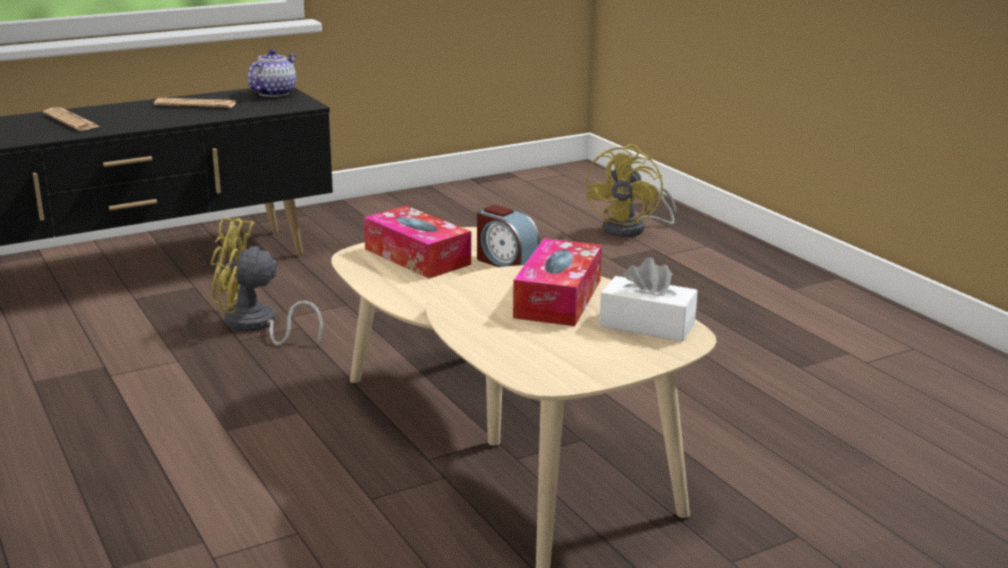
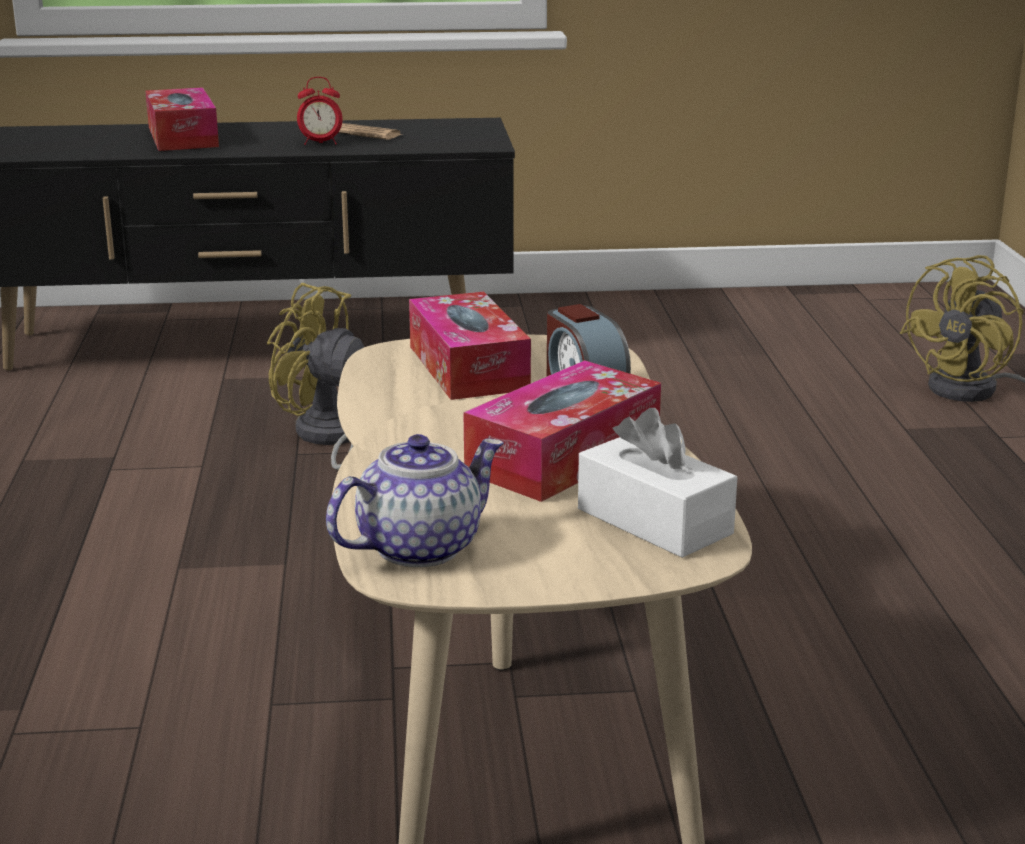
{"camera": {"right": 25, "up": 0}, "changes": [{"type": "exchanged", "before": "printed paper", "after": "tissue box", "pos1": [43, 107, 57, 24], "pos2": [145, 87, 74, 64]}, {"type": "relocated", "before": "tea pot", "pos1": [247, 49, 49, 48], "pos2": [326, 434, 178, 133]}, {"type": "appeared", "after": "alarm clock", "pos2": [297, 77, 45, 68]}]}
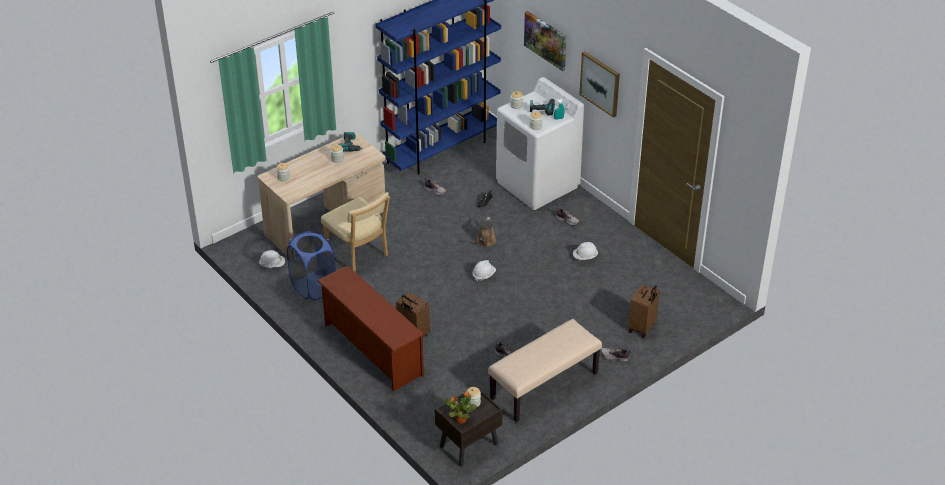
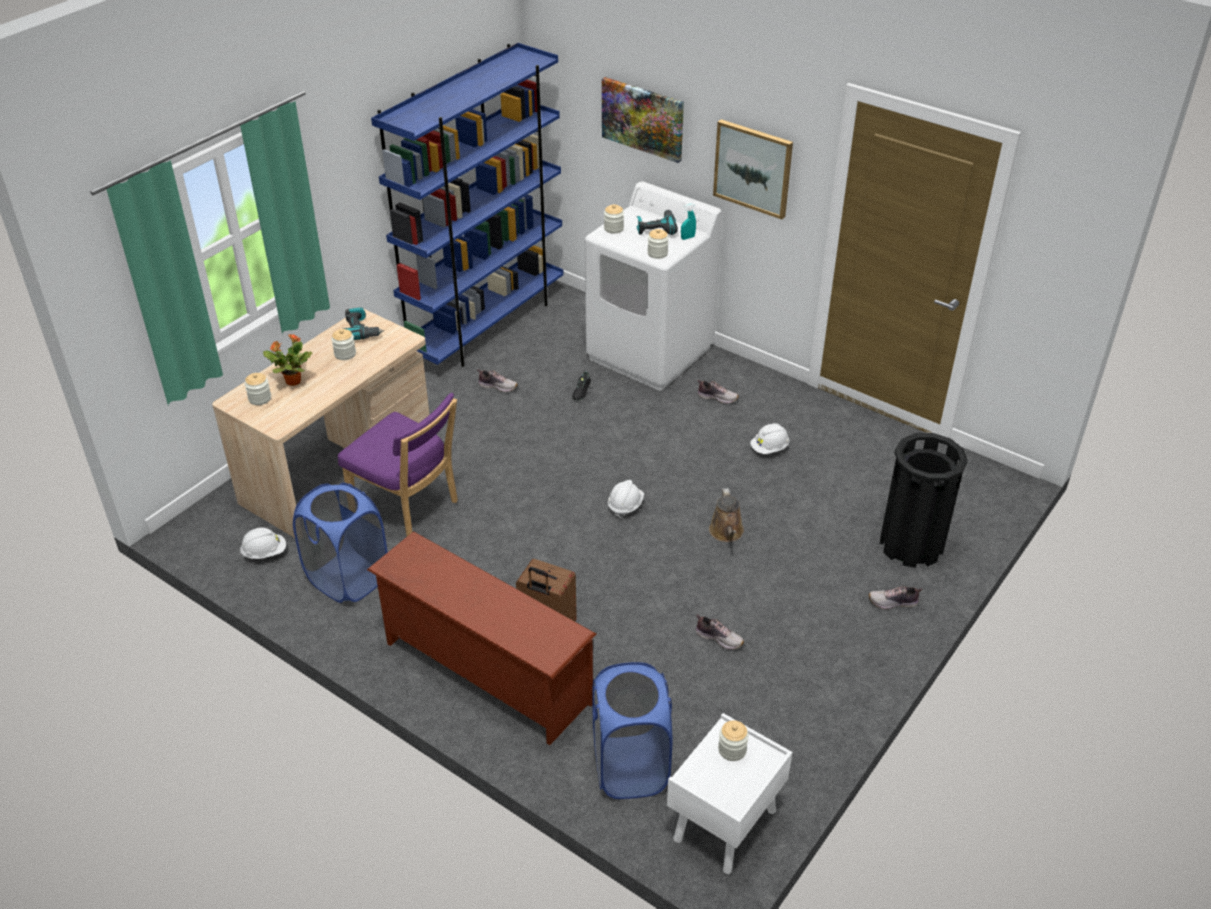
{"camera": {"right": -15, "up": 0}, "changes": [{"type": "colour", "before": "plain chair (beige)", "after": "plain chair (purplish)", "pos1": [321, 192, 69, 80], "pos2": [338, 393, 120, 143]}, {"type": "colour", "before": "nightstand (brownish)", "after": "nightstand (whitish)", "pos1": [435, 385, 68, 82], "pos2": [667, 713, 125, 161]}, {"type": "relocated", "before": "plant in a pot", "pos1": [445, 392, 32, 32], "pos2": [263, 334, 50, 52]}, {"type": "relocated", "before": "watering pot (brownish)", "pos1": [476, 217, 21, 30], "pos2": [709, 488, 35, 54]}, {"type": "missing", "before": "long seat (beige)", "pos1": [488, 319, 114, 103]}, {"type": "exchanged", "before": "piece of luggage (brownish)", "after": "waste bin (black)", "pos1": [628, 284, 32, 54], "pos2": [880, 433, 88, 135]}, {"type": "appeared", "after": "hamper (blue)", "pos2": [592, 662, 80, 137]}]}
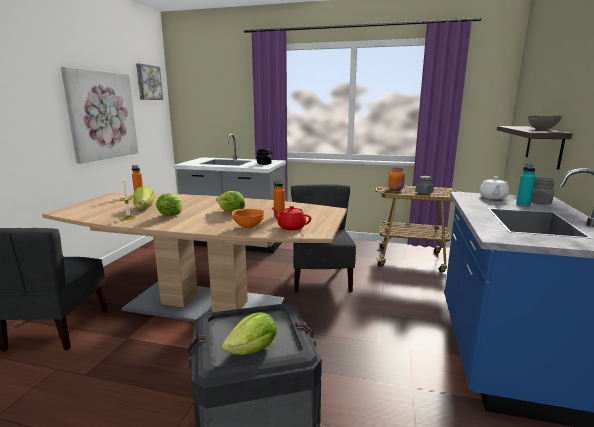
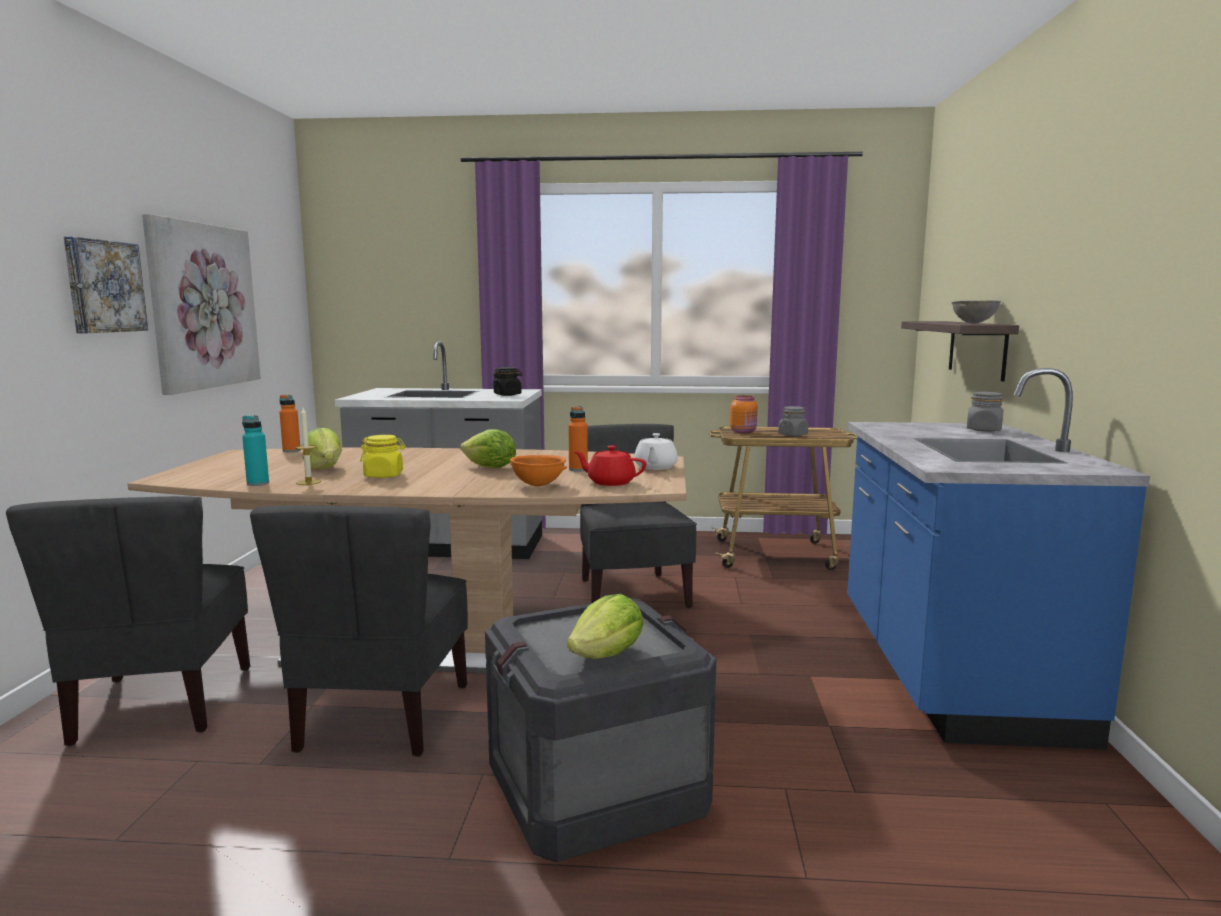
{"camera": {"right": -10, "up": -5}, "changes": [{"type": "relocated", "before": "wall art", "pos1": [136, 63, 27, 37], "pos2": [64, 237, 84, 96]}, {"type": "exchanged", "before": "lettuce head", "after": "storage jar (yellowish)", "pos1": [156, 193, 26, 23], "pos2": [360, 435, 46, 43]}, {"type": "relocated", "before": "tea pot (whitish)", "pos1": [479, 177, 30, 22], "pos2": [634, 433, 44, 37]}, {"type": "relocated", "before": "bottle (turquoise)", "pos1": [516, 164, 20, 43], "pos2": [242, 415, 27, 71]}, {"type": "appeared", "after": "plain chair (gray)", "pos2": [250, 506, 218, 251]}]}
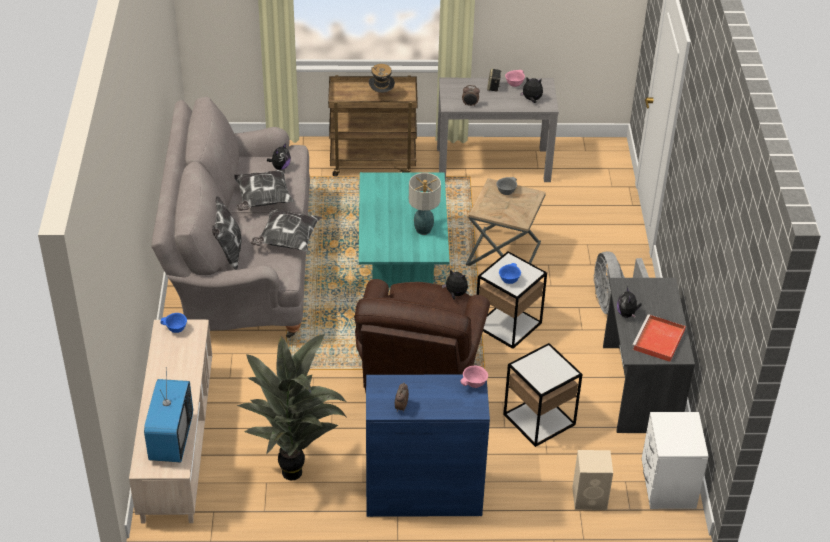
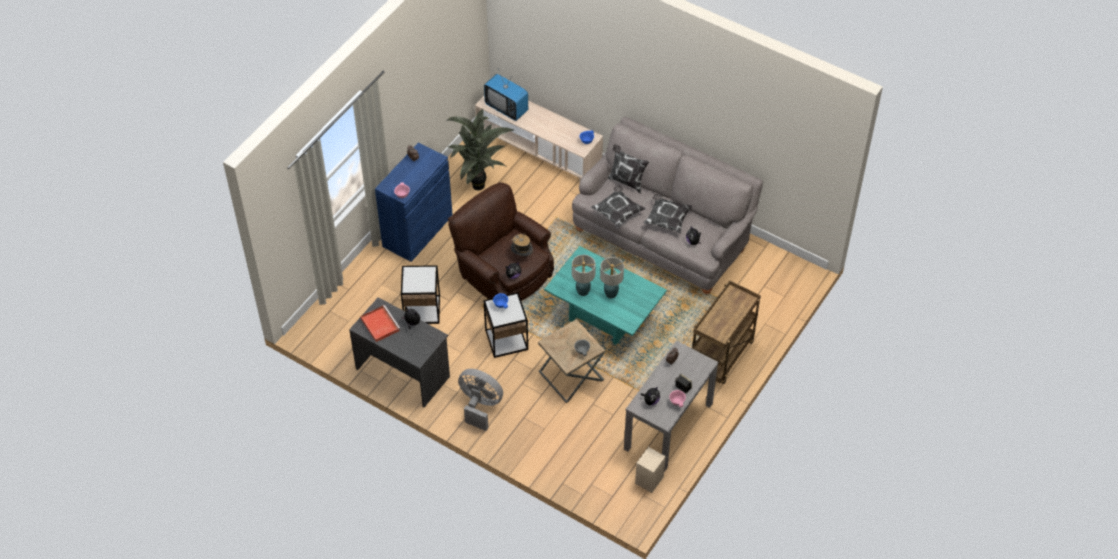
{"camera": {"right": 125, "up": 10}, "changes": [{"type": "relocated", "before": "hat", "pos1": [369, 64, 26, 29], "pos2": [511, 233, 22, 24]}, {"type": "relocated", "before": "loudspeaker (beige)", "pos1": [572, 450, 41, 60], "pos2": [635, 447, 31, 46]}, {"type": "missing", "before": "nightstand (whitish)", "pos1": [642, 412, 67, 97]}, {"type": "appeared", "after": "tabletop lamp", "pos2": [600, 257, 24, 42]}]}
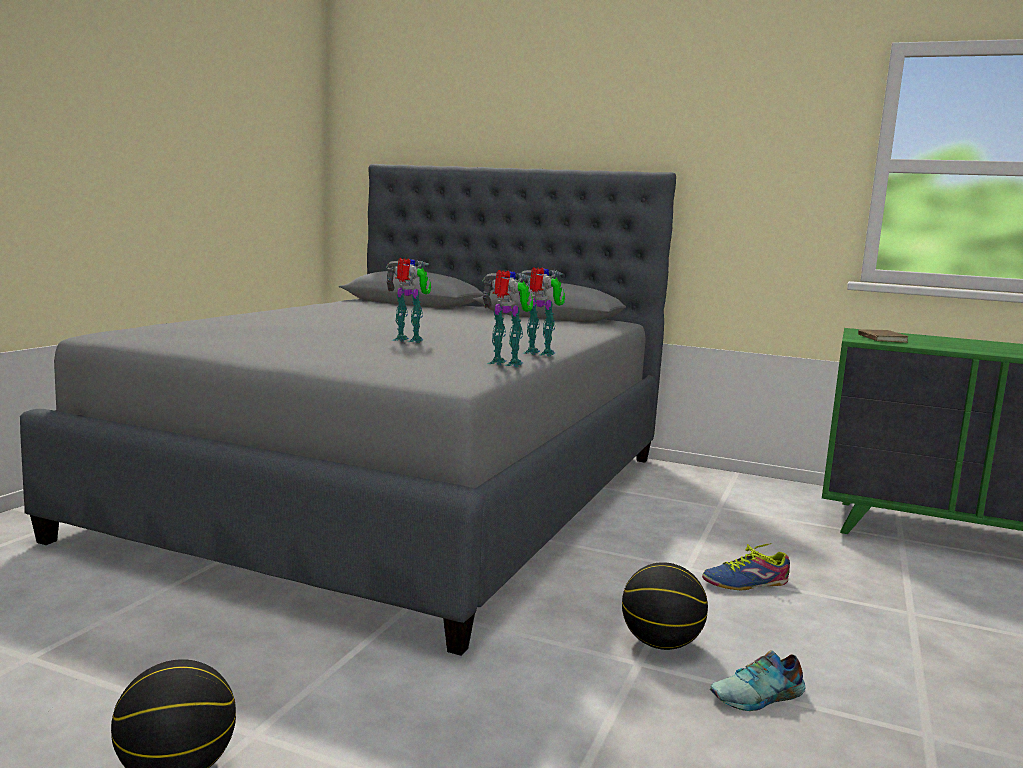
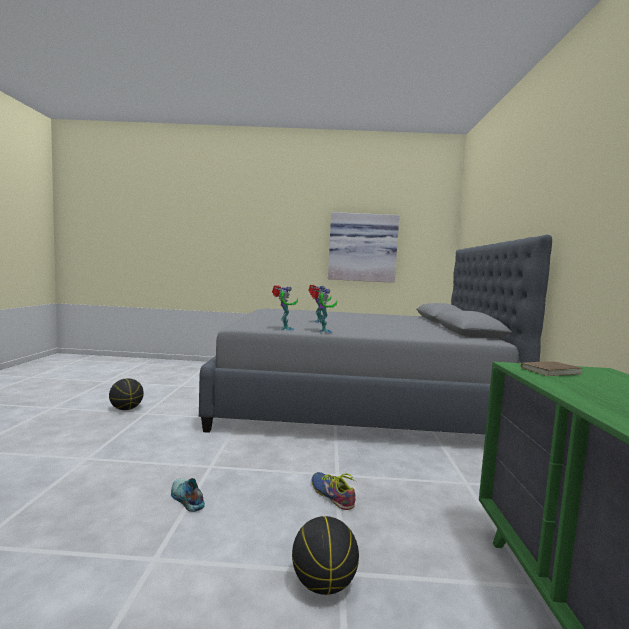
{"camera": {"right": 70, "up": -5}, "changes": [{"type": "relocated", "before": "basketball ball", "pos1": [622, 562, 86, 88], "pos2": [292, 516, 67, 79]}, {"type": "appeared", "after": "wall art", "pos2": [328, 212, 71, 71]}]}
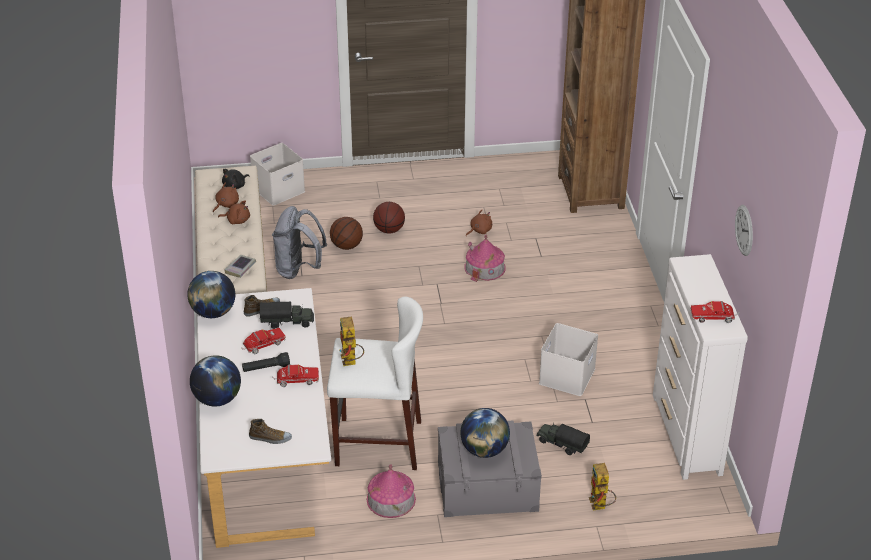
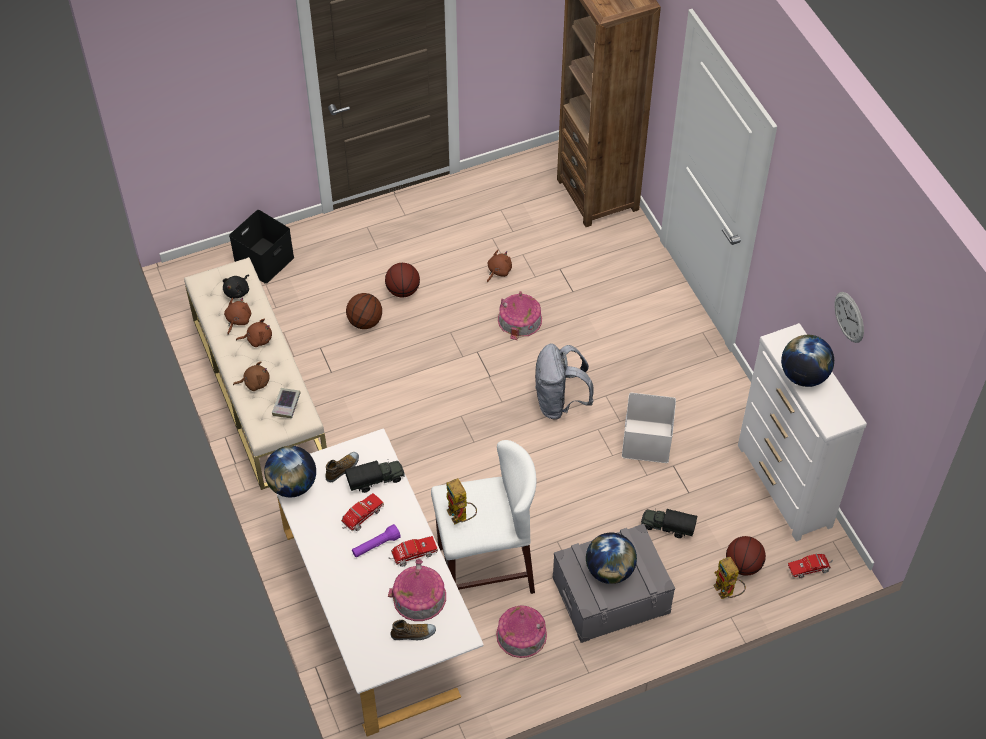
{"camera": {"right": -15, "up": 15}, "changes": [{"type": "relocated", "before": "globe", "pos1": [190, 355, 51, 51], "pos2": [781, 335, 53, 52]}, {"type": "colour", "before": "flashlight (black)", "after": "flashlight (purplish)", "pos1": [242, 352, 48, 20], "pos2": [352, 524, 49, 33]}, {"type": "colour", "before": "storage container (whitish)", "after": "storage container (black)", "pos1": [250, 143, 55, 63], "pos2": [229, 210, 65, 74]}, {"type": "relocated", "before": "backpack (gray)", "pos1": [272, 206, 55, 73], "pos2": [535, 344, 59, 76]}, {"type": "relocated", "before": "toy lorry", "pos1": [690, 301, 49, 22], "pos2": [787, 553, 46, 25]}, {"type": "appeared", "after": "cuddly toy (brownish)", "pos2": [233, 362, 37, 29]}, {"type": "appeared", "after": "miniature house", "pos2": [388, 559, 58, 62]}, {"type": "appeared", "after": "basketball ball", "pos2": [726, 536, 40, 40]}]}
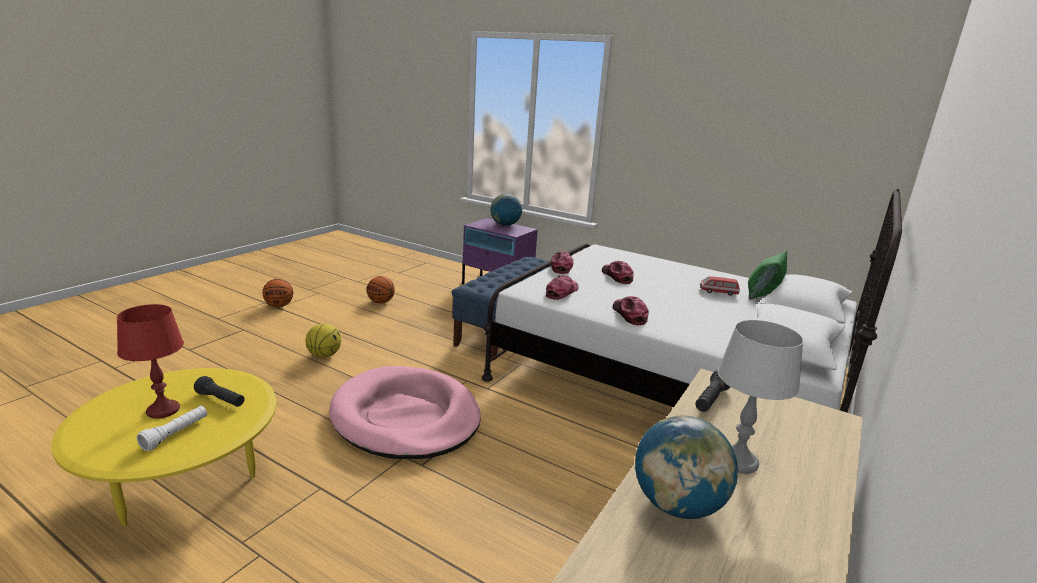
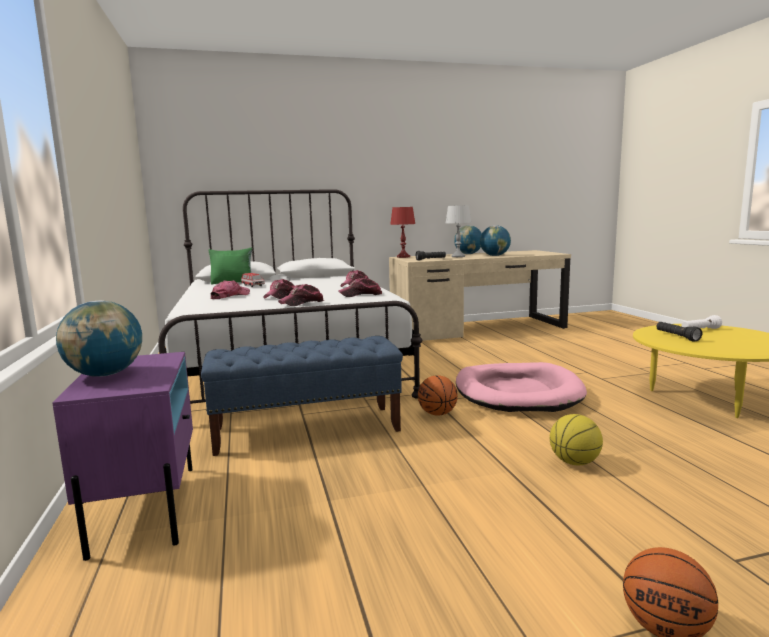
{"camera": {"right": -135, "up": -10}, "changes": [{"type": "relocated", "before": "tabletop lamp (red-coloured)", "pos1": [117, 304, 67, 115], "pos2": [390, 207, 25, 51]}, {"type": "relocated", "before": "basketball ball", "pos1": [367, 276, 28, 27], "pos2": [418, 375, 40, 41]}, {"type": "appeared", "after": "peaked cap", "pos2": [210, 280, 40, 19]}, {"type": "appeared", "after": "globe", "pos2": [454, 225, 28, 29]}]}
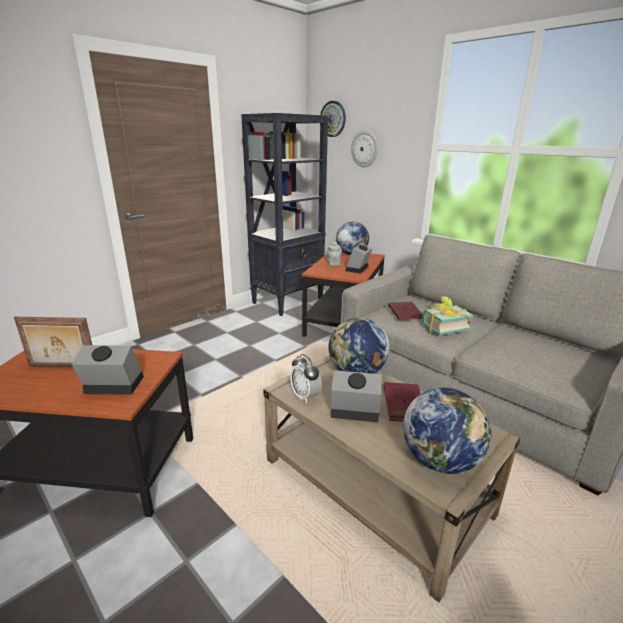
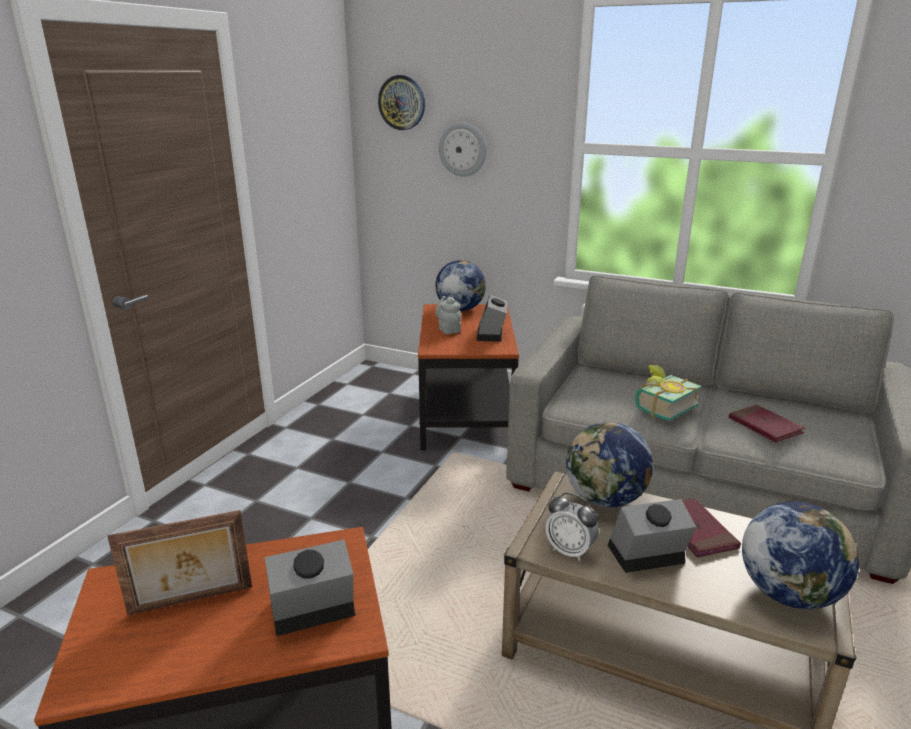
{"camera": {"right": -20, "up": 0}, "changes": [{"type": "missing", "before": "bookshelf (black)", "pos1": [241, 113, 88, 203]}, {"type": "relocated", "before": "bound book (red-coloured)", "pos1": [388, 301, 35, 19], "pos2": [729, 405, 76, 37]}]}
